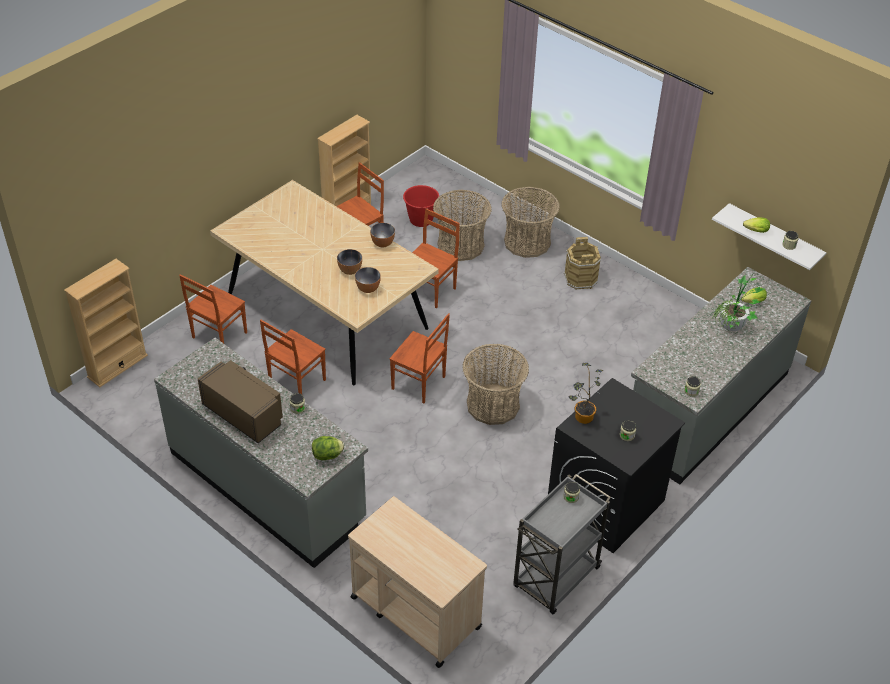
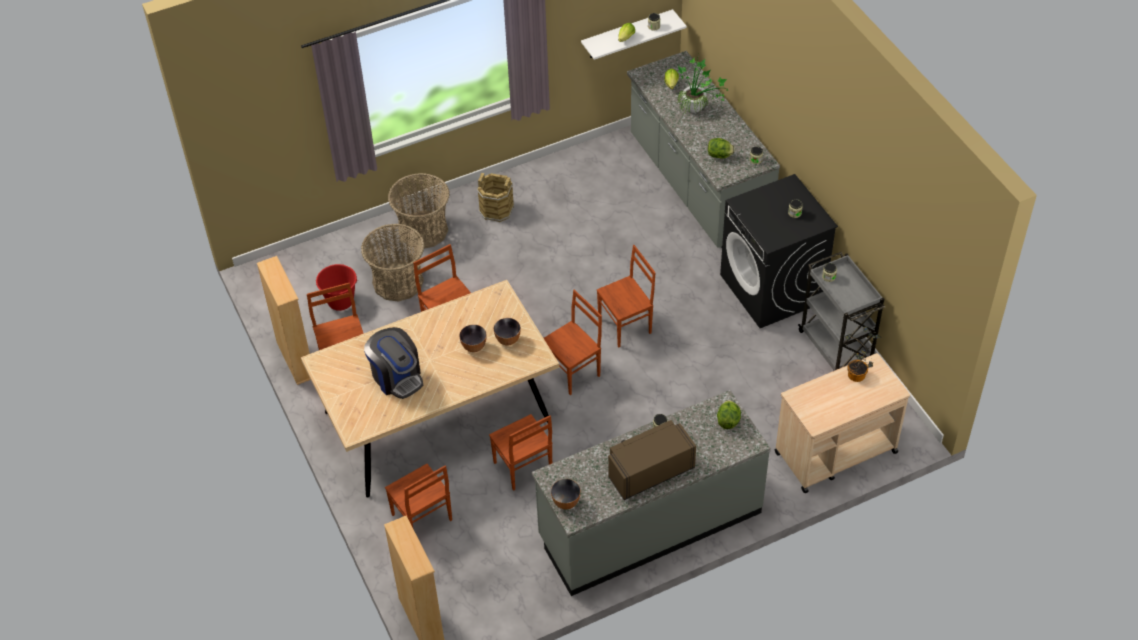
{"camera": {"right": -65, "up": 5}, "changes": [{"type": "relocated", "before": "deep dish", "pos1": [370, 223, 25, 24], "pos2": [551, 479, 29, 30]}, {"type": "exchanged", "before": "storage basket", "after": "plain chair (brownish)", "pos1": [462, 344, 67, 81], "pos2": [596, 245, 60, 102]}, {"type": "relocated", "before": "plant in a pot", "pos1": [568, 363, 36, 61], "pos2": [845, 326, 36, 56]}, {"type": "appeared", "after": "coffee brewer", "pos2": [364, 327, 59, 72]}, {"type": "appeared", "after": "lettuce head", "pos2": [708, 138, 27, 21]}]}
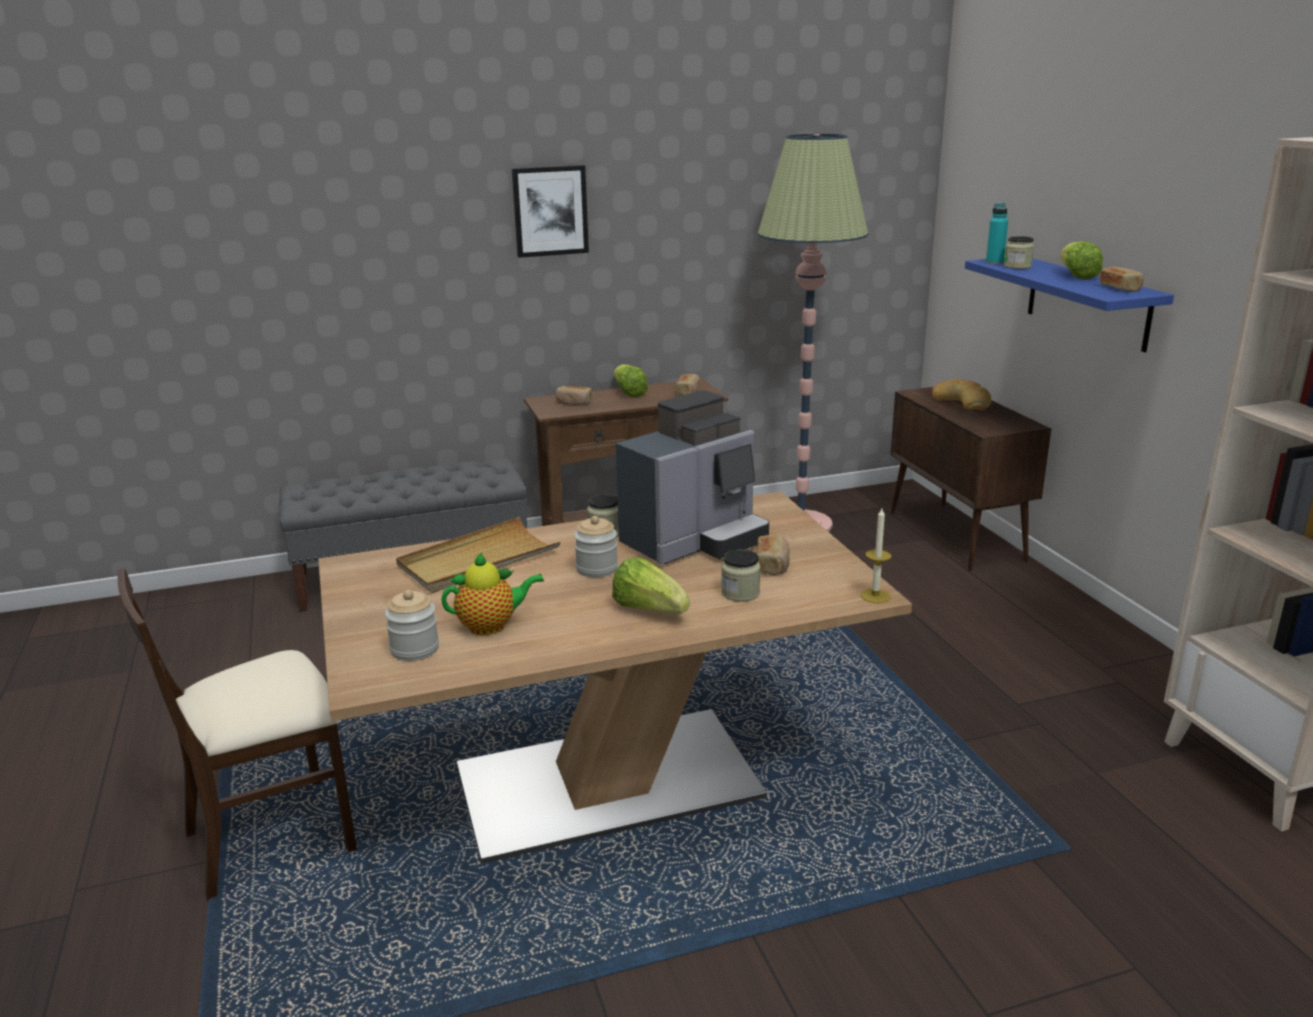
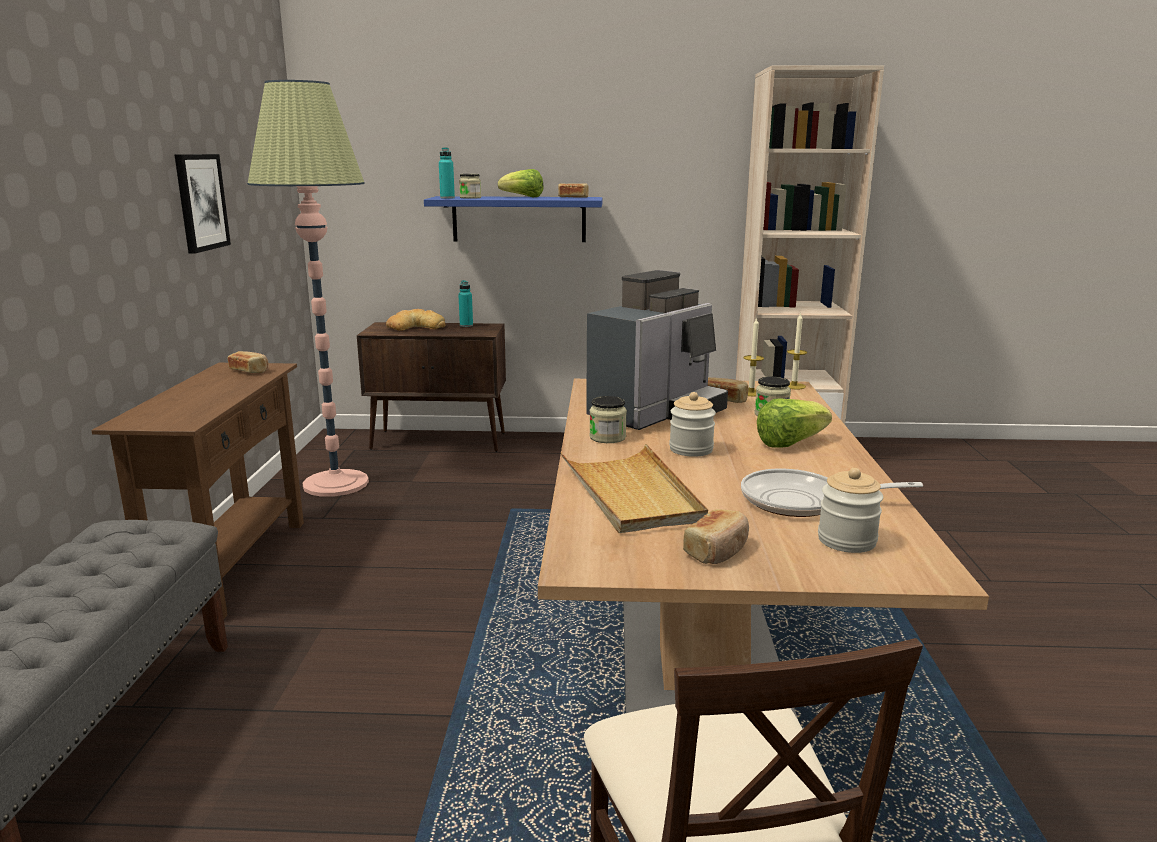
{"camera": {"right": -70, "up": -5}, "changes": [{"type": "exchanged", "before": "tea pot", "after": "pan", "pos1": [441, 552, 103, 83], "pos2": [741, 469, 182, 48]}, {"type": "relocated", "before": "wall art", "pos1": [511, 165, 78, 93], "pos2": [175, 154, 56, 100]}, {"type": "relocated", "before": "baked bread", "pos1": [556, 386, 36, 19], "pos2": [683, 509, 66, 55]}, {"type": "missing", "before": "lettuce head", "pos1": [614, 364, 34, 33]}, {"type": "spun", "before": "coffee brewer", "pos1": [616, 390, 153, 174], "pos2": [586, 270, 142, 160], "turn": 60}, {"type": "appeared", "after": "bottle (turquoise)", "pos2": [458, 280, 15, 47]}, {"type": "appeared", "after": "candle", "pos2": [743, 317, 21, 79]}]}
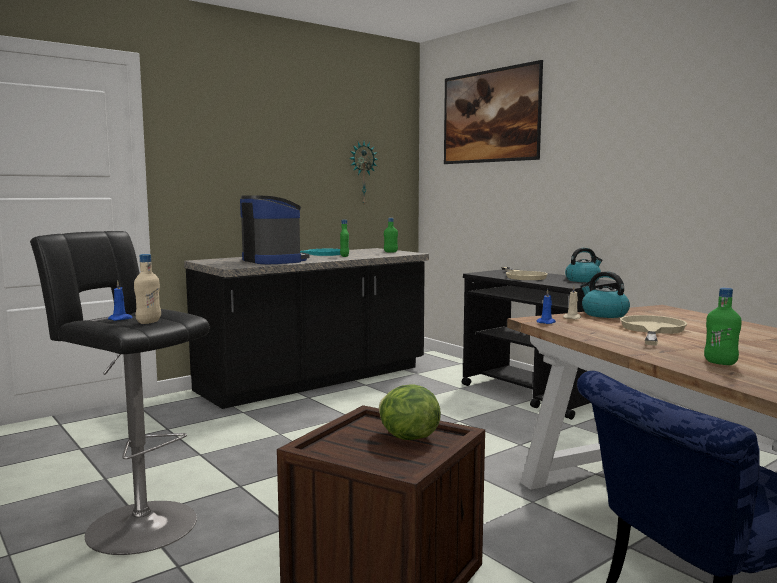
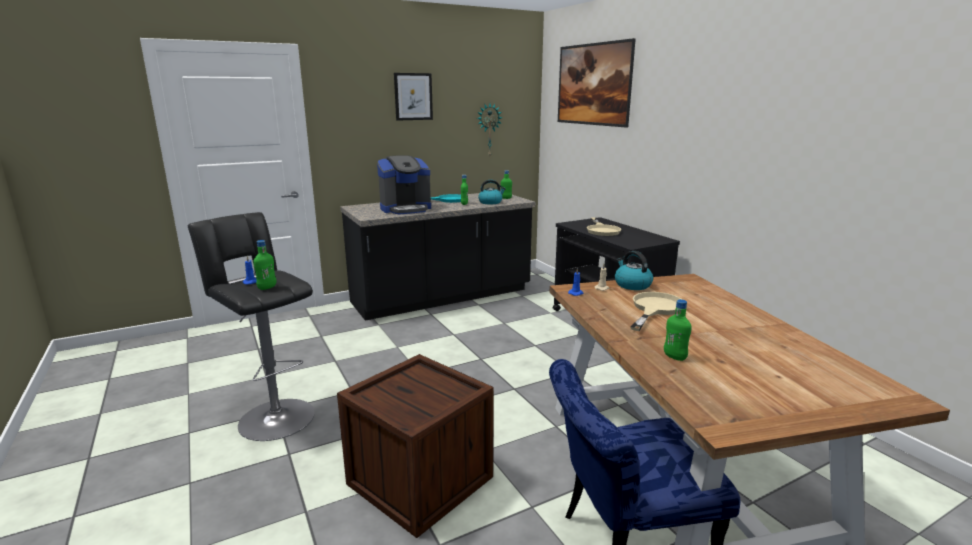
{"camera": {"right": 10, "up": 10}, "changes": [{"type": "colour", "before": "bottle (beige)", "after": "bottle (green-coloured)", "pos1": [134, 254, 27, 70], "pos2": [253, 240, 24, 50]}, {"type": "spun", "before": "coffee brewer", "pos1": [240, 195, 70, 69], "pos2": [377, 155, 54, 59], "turn": 90}, {"type": "missing", "before": "lettuce head", "pos1": [379, 384, 62, 56]}, {"type": "relocated", "before": "kettle", "pos1": [565, 248, 38, 34], "pos2": [478, 180, 28, 25]}, {"type": "appeared", "after": "wall art", "pos2": [394, 73, 39, 48]}]}
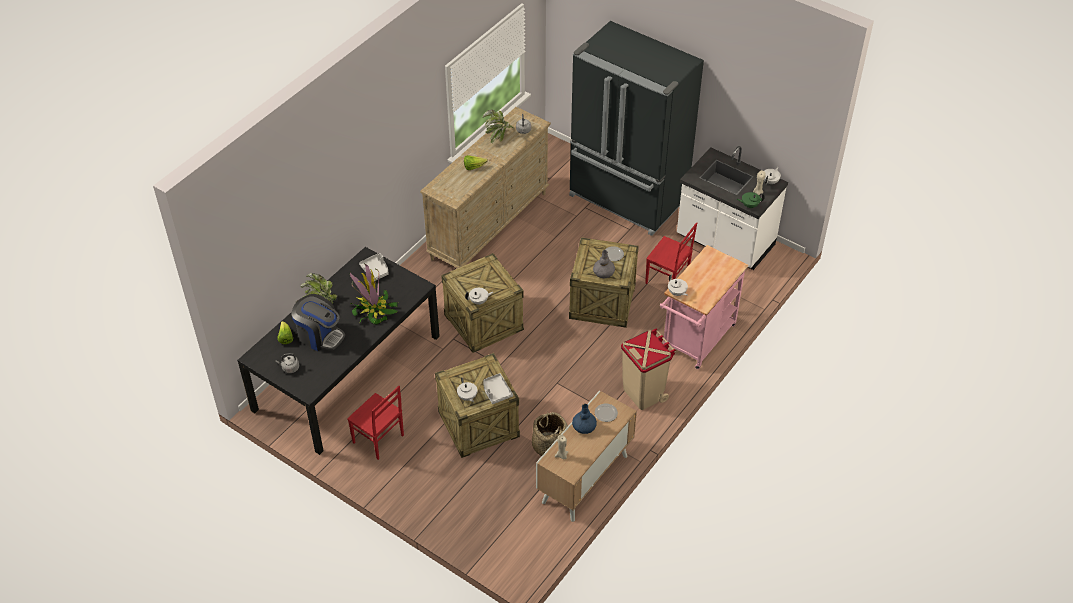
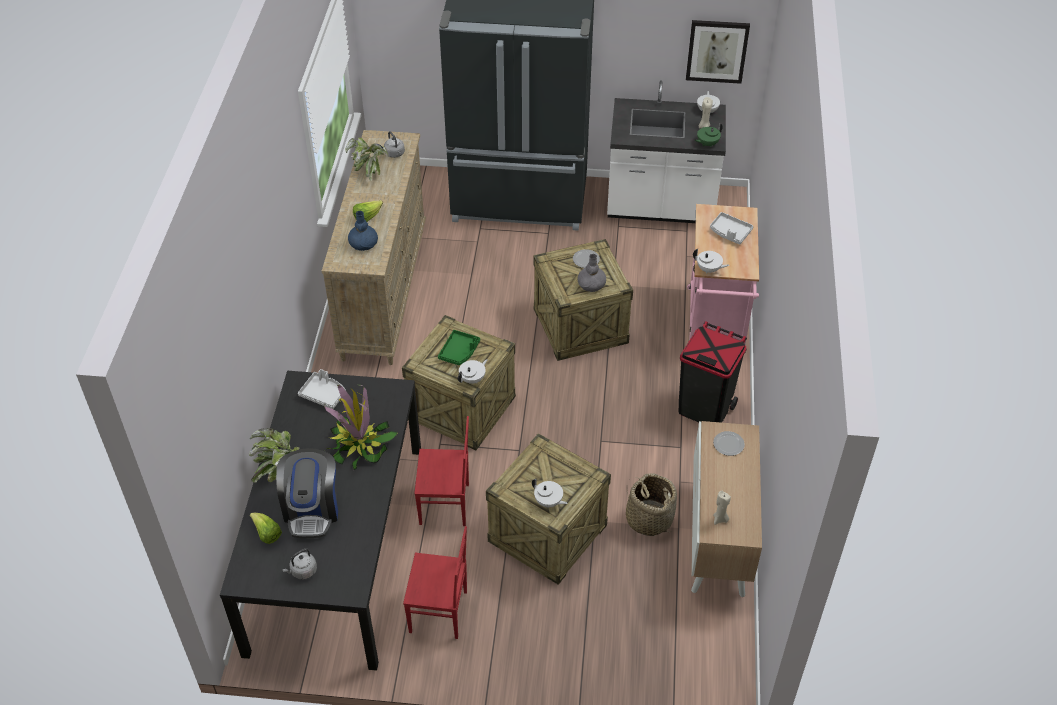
{"camera": {"right": -30, "up": 0}, "changes": [{"type": "spun", "before": "coffee brewer", "pos1": [291, 294, 54, 57], "pos2": [276, 448, 62, 90], "turn": 90}, {"type": "relocated", "before": "carrying tray (gray)", "pos1": [483, 373, 30, 31], "pos2": [710, 212, 44, 33]}, {"type": "relocated", "before": "decorative vase (blue)", "pos1": [572, 404, 25, 30], "pos2": [348, 211, 30, 40]}, {"type": "colour", "before": "waste bin (beige)", "after": "waste bin (black)", "pos1": [621, 329, 55, 81], "pos2": [678, 321, 69, 102]}, {"type": "relocated", "before": "plain chair (red-coloured)", "pos1": [645, 222, 52, 62], "pos2": [414, 416, 55, 110]}, {"type": "appeared", "after": "carrying tray (green-coloured)", "pos2": [438, 330, 42, 35]}, {"type": "appeared", "after": "wall art", "pos2": [686, 20, 64, 64]}]}
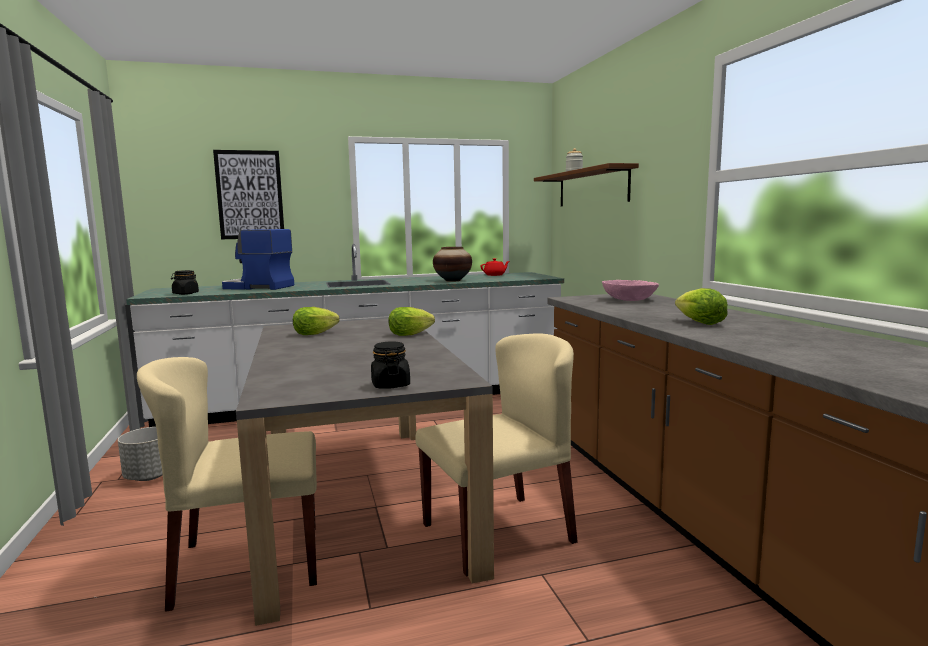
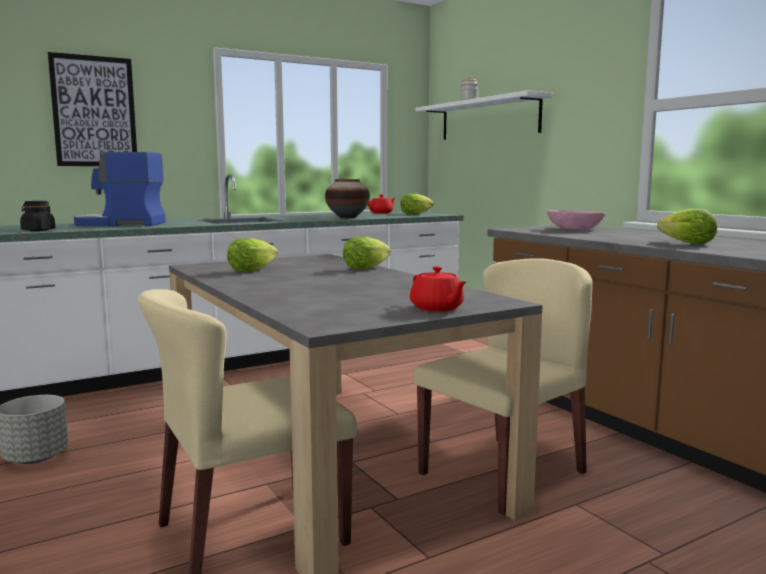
{"camera": {"right": -15, "up": 0}, "changes": [{"type": "exchanged", "before": "storage jar (black)", "after": "tea pot (red-coloured)", "pos1": [371, 342, 39, 46], "pos2": [410, 266, 57, 46]}, {"type": "colour", "before": "shelf (brownish)", "after": "shelf (whitish)", "pos1": [534, 163, 105, 43], "pos2": [415, 90, 138, 50]}, {"type": "appeared", "after": "lettuce head", "pos2": [401, 193, 33, 21]}]}
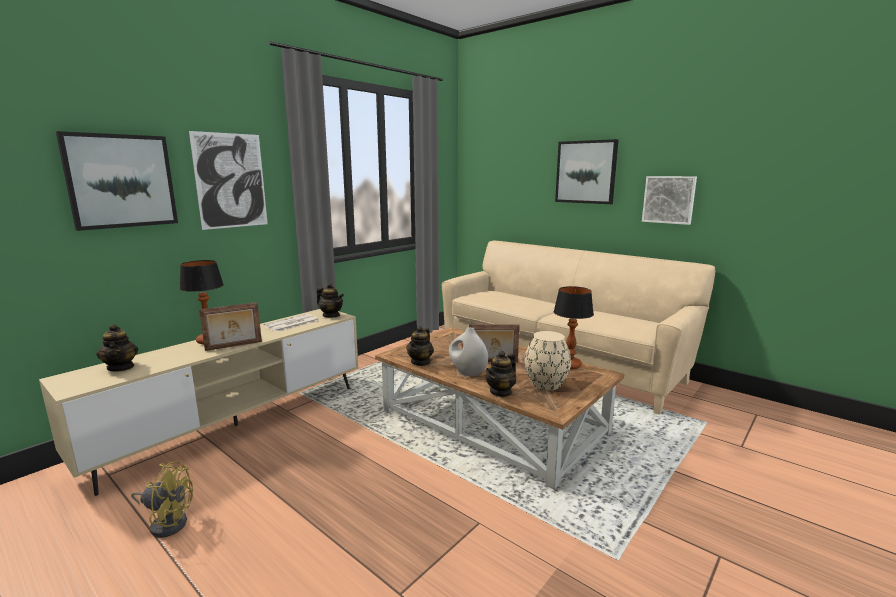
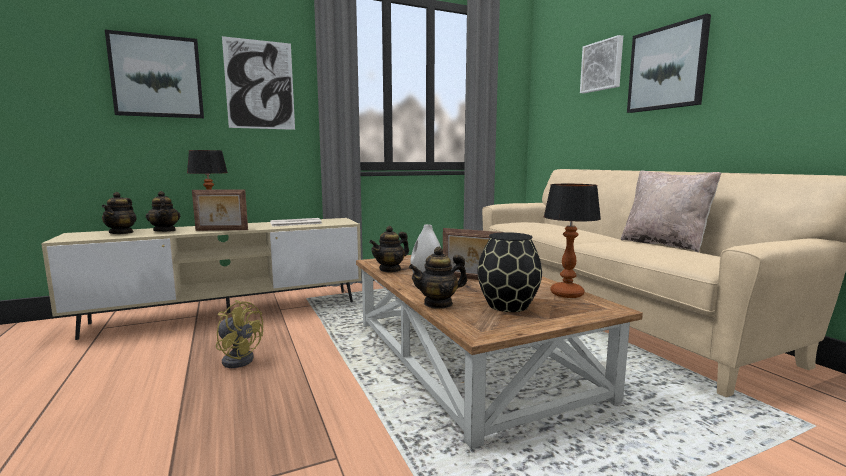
{"camera": {"right": 25, "up": -5}, "changes": [{"type": "relocated", "before": "cooling fan (yellowish)", "pos1": [131, 461, 62, 77], "pos2": [216, 300, 47, 68]}, {"type": "relocated", "before": "tea pot", "pos1": [317, 283, 27, 34], "pos2": [146, 191, 34, 41]}, {"type": "colour", "before": "decorative vase (beige)", "after": "decorative vase (black)", "pos1": [524, 331, 47, 59], "pos2": [477, 232, 65, 80]}, {"type": "relocated", "before": "wall art", "pos1": [642, 176, 55, 49], "pos2": [580, 35, 43, 58]}, {"type": "appeared", "after": "pillow (beige)", "pos2": [621, 170, 100, 82]}]}
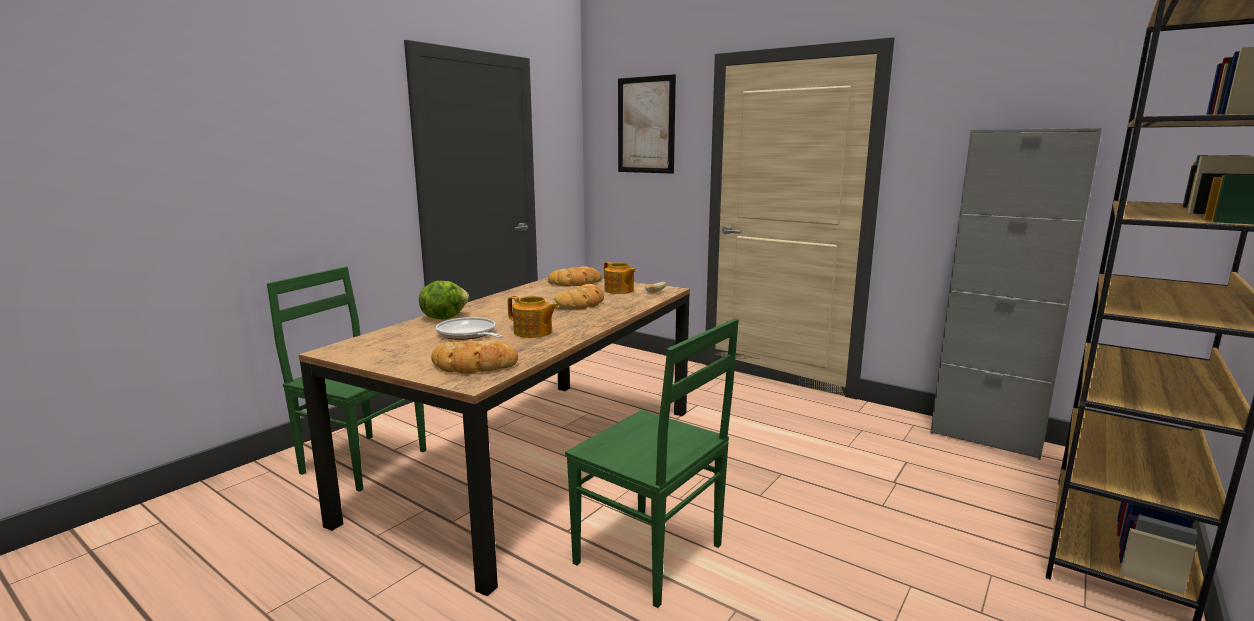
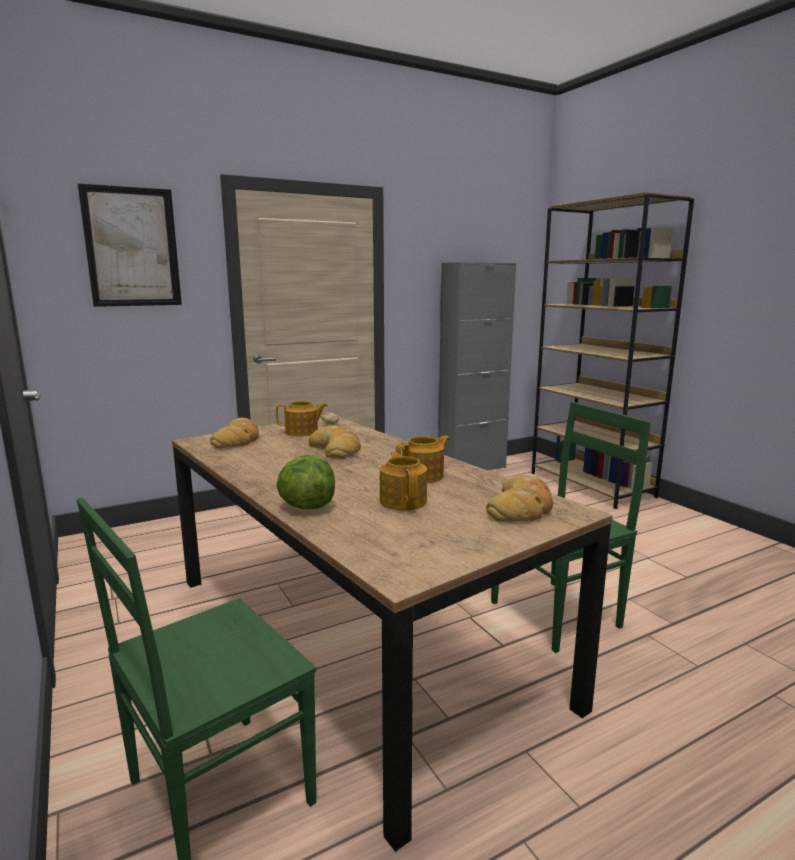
{"camera": {"right": -65, "up": 0}, "changes": [{"type": "exchanged", "before": "pan", "after": "tea pot", "pos1": [436, 317, 68, 23], "pos2": [380, 452, 47, 58]}]}
